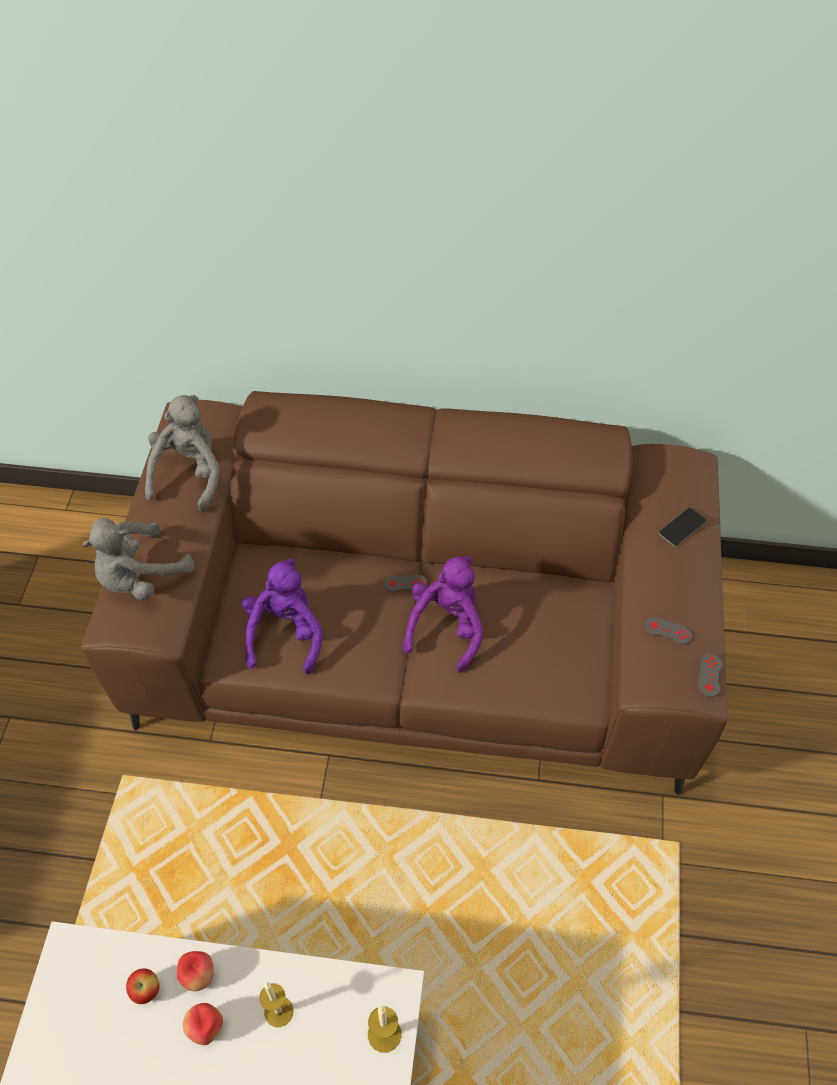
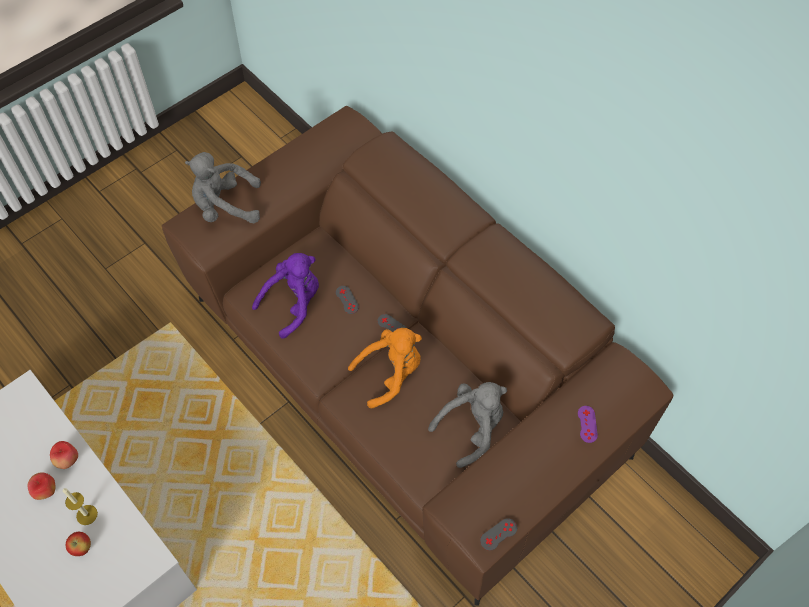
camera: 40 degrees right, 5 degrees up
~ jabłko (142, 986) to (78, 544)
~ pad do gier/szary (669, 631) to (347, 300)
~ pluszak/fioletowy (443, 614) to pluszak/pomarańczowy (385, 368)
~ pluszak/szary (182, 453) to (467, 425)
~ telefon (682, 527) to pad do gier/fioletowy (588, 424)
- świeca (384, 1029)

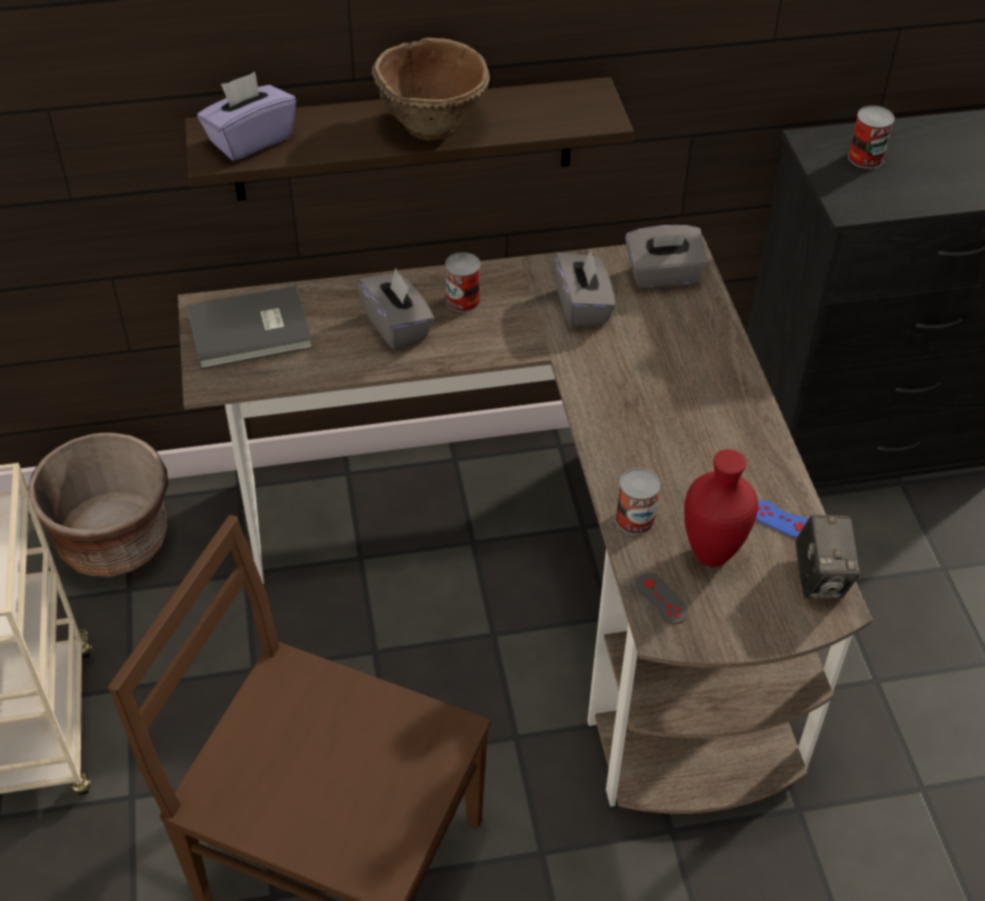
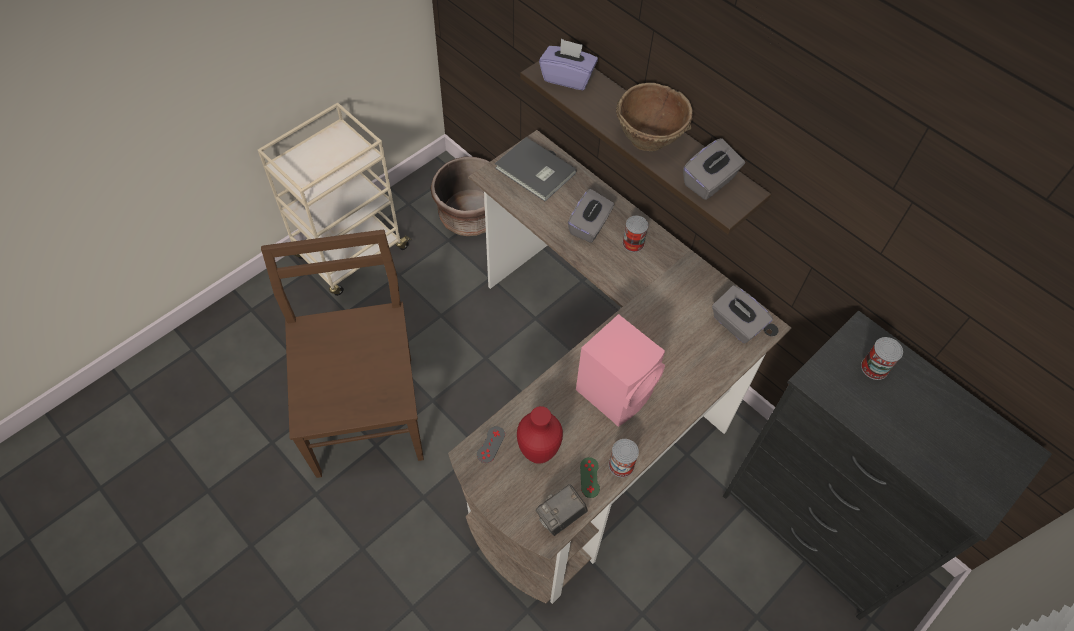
camera: 55 degrees right, 10 degrees up
+ głośnik/różowy (620, 370)
~ pad do gier/niebieski (782, 519) to pad do gier/zielony (590, 477)
~ puszka (638, 501) to (624, 458)
~ pudełko chusteczek/szary (584, 288) to (714, 169)

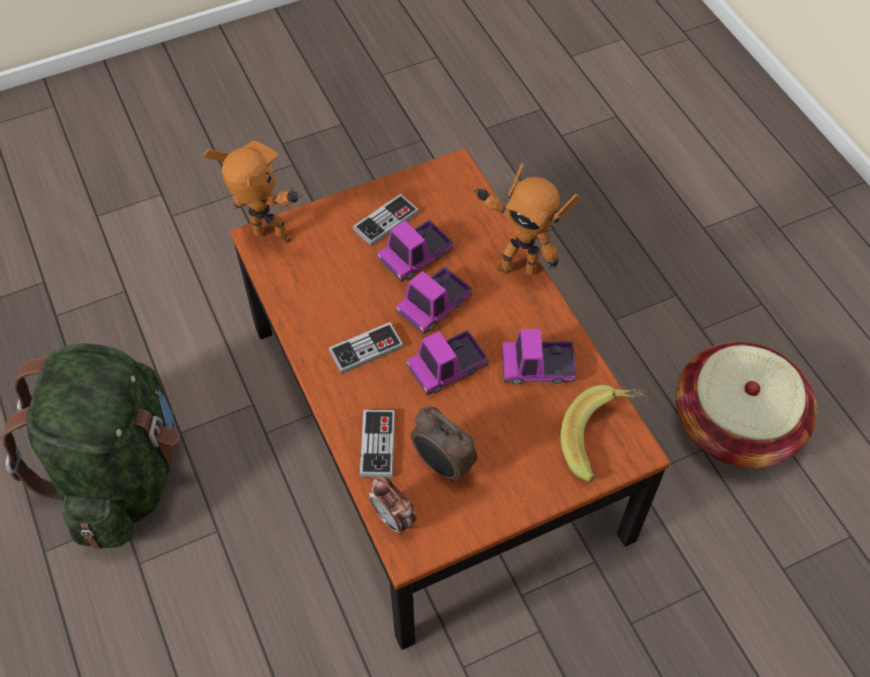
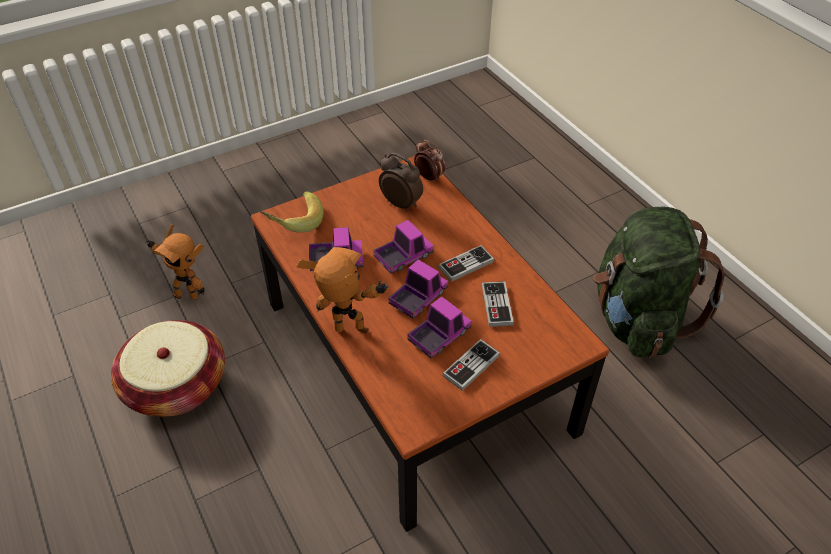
camera: 175 degrees right, 10 degrees down
~ robot zabawkowy (253, 192) to (175, 262)
~ pad do gier (377, 444) to (498, 304)

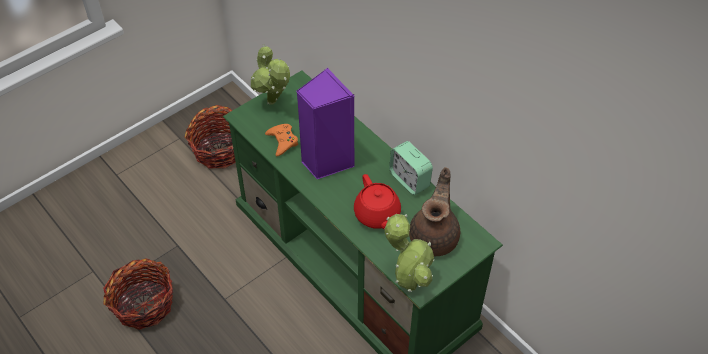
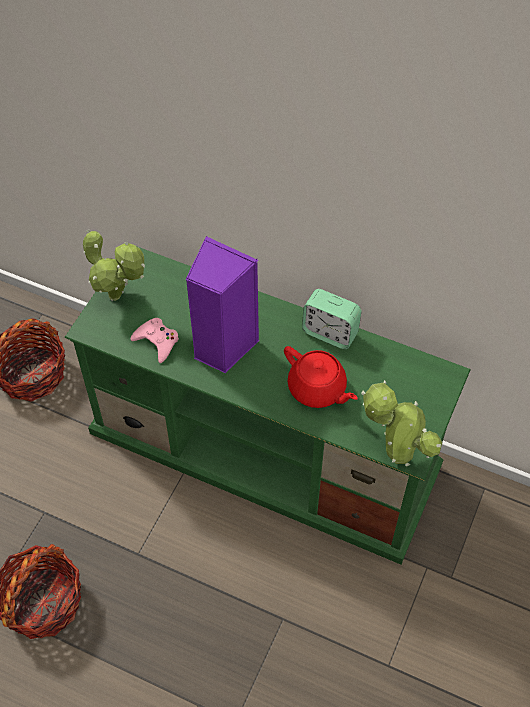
camera: 25 degrees left, 5 degrees up
~ pad do gier/pomarańczowy (281, 140) to pad do gier/różowy (155, 340)
- imbryk/brązowy (434, 211)

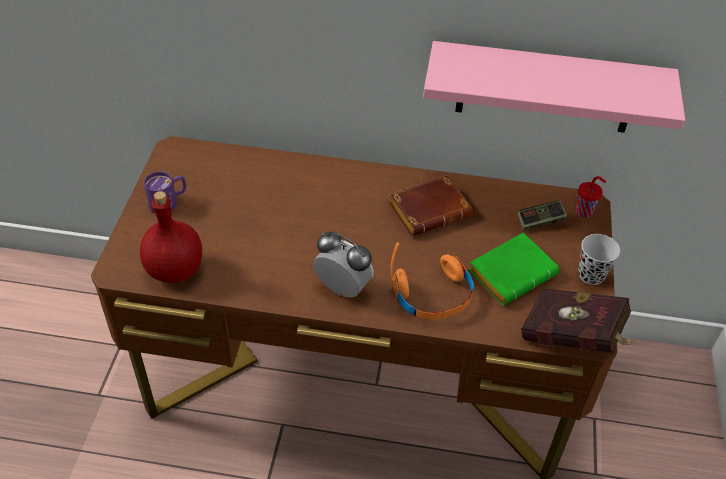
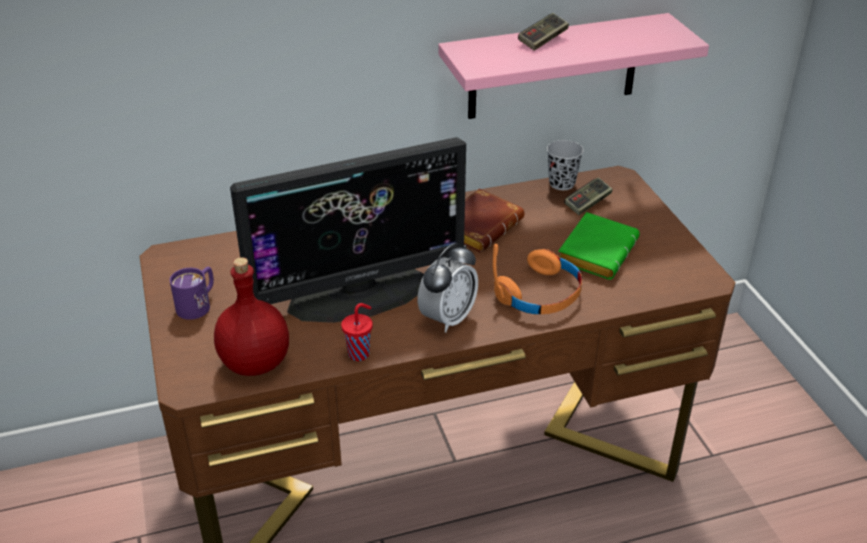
camera: 25 degrees left, 10 degrees down
+ monitor (348, 230)
~ filiżanka/czerwony (591, 197) to (357, 332)
~ budzik (343, 265) = (448, 288) 120 degrees clockwise
+ pad do gier (543, 32)
~ filiżanka/czarny (599, 259) to (565, 165)
- książka/czerwony (578, 320)

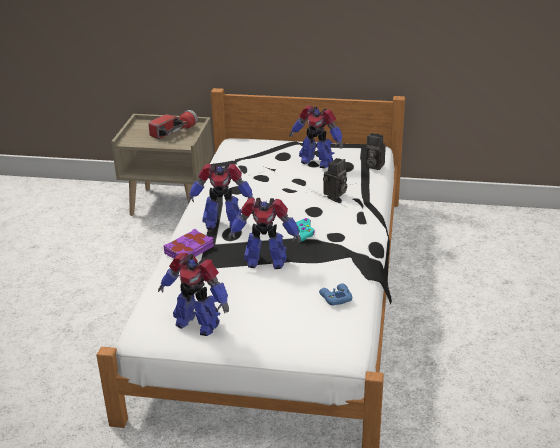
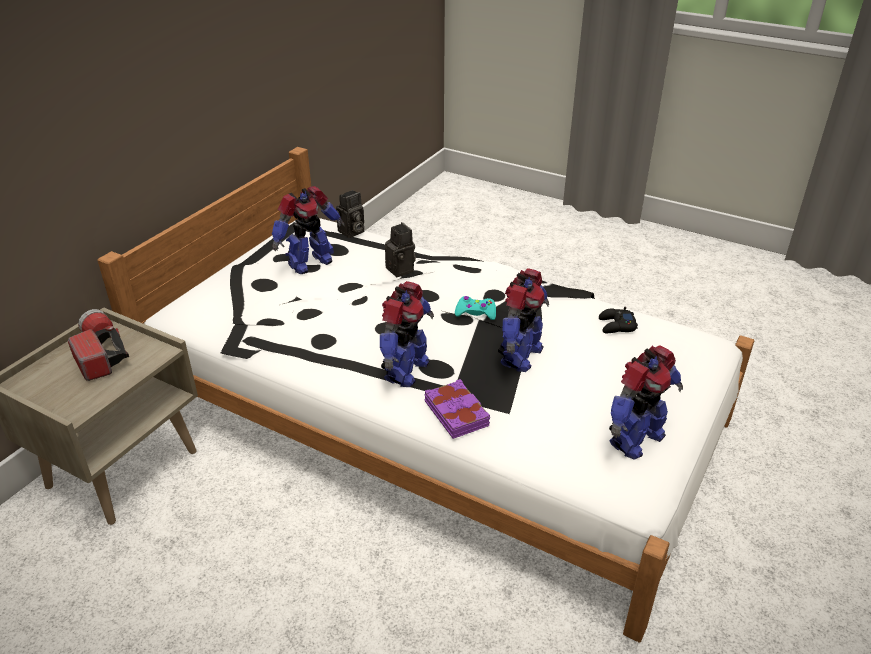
camera: 70 degrees left, 5 degrees up
~ pad do gier/niebieski (335, 295) to pad do gier/czarny (618, 320)

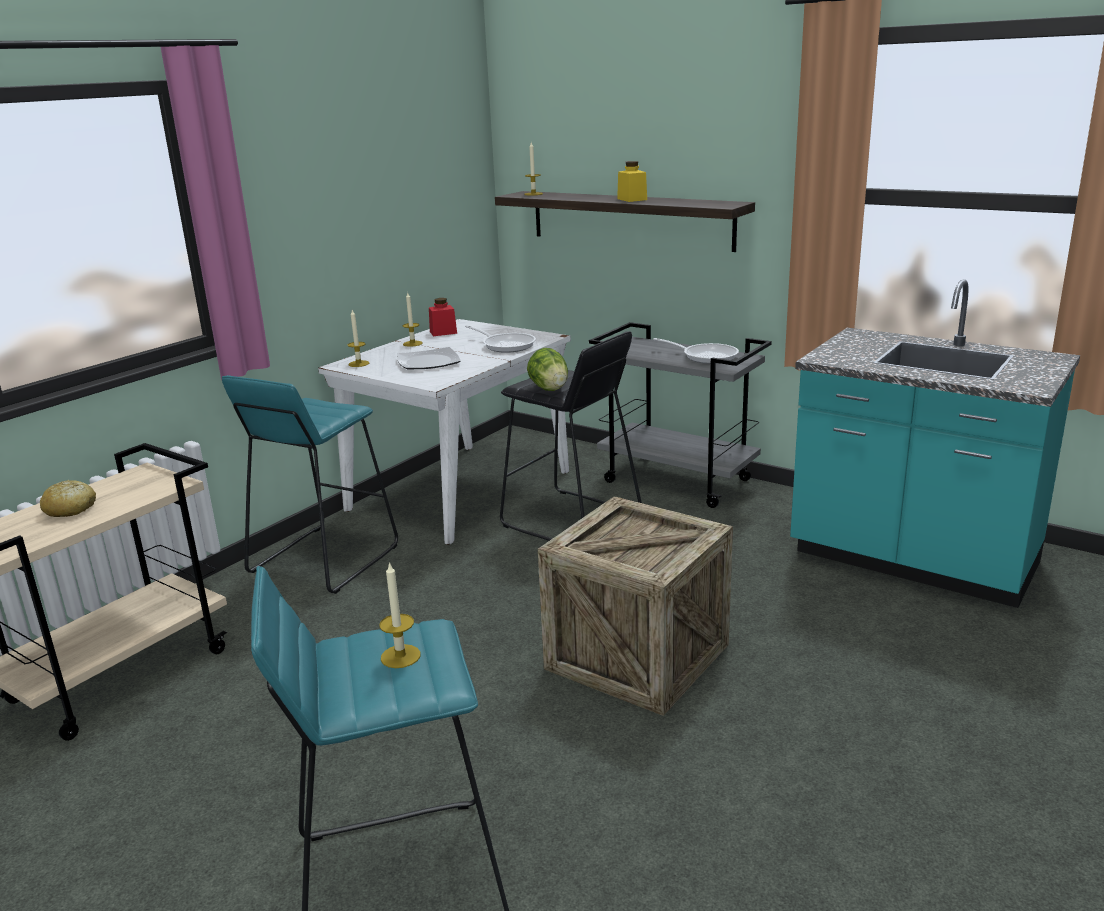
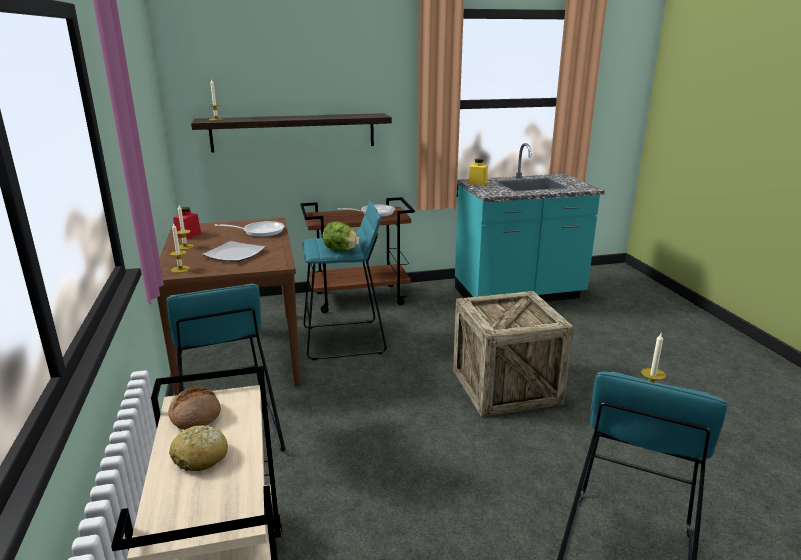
camera: 50 degrees left, 0 degrees up
~ stół jadalny/biały (444, 432) to stół jadalny/brązowy (228, 307)
+ chleb (194, 408)
~ wózek/szary (680, 415) to wózek/brązowy (357, 255)
~ stołek/czarny (571, 436) to stołek/turkusowy (344, 280)
~ słoik/żółty (632, 181) to (478, 172)

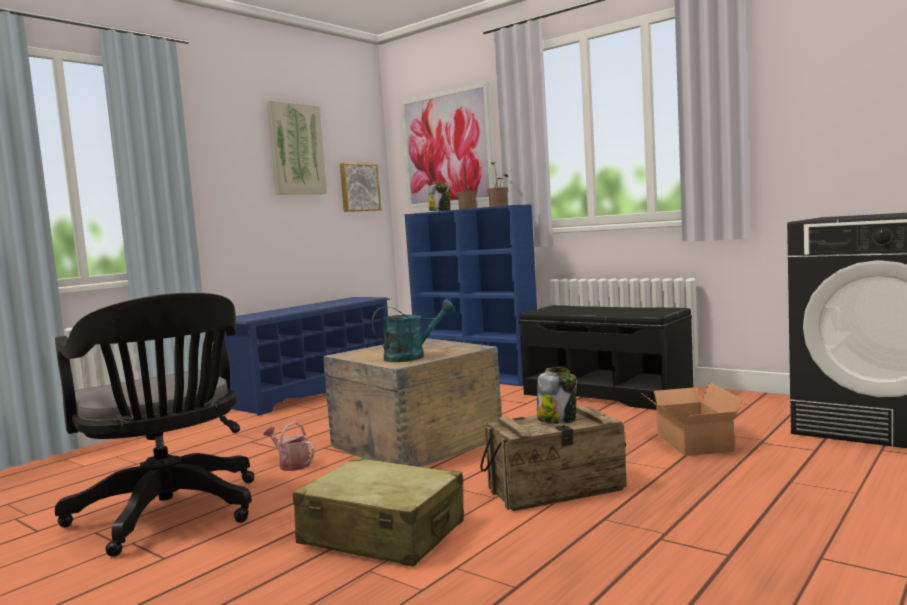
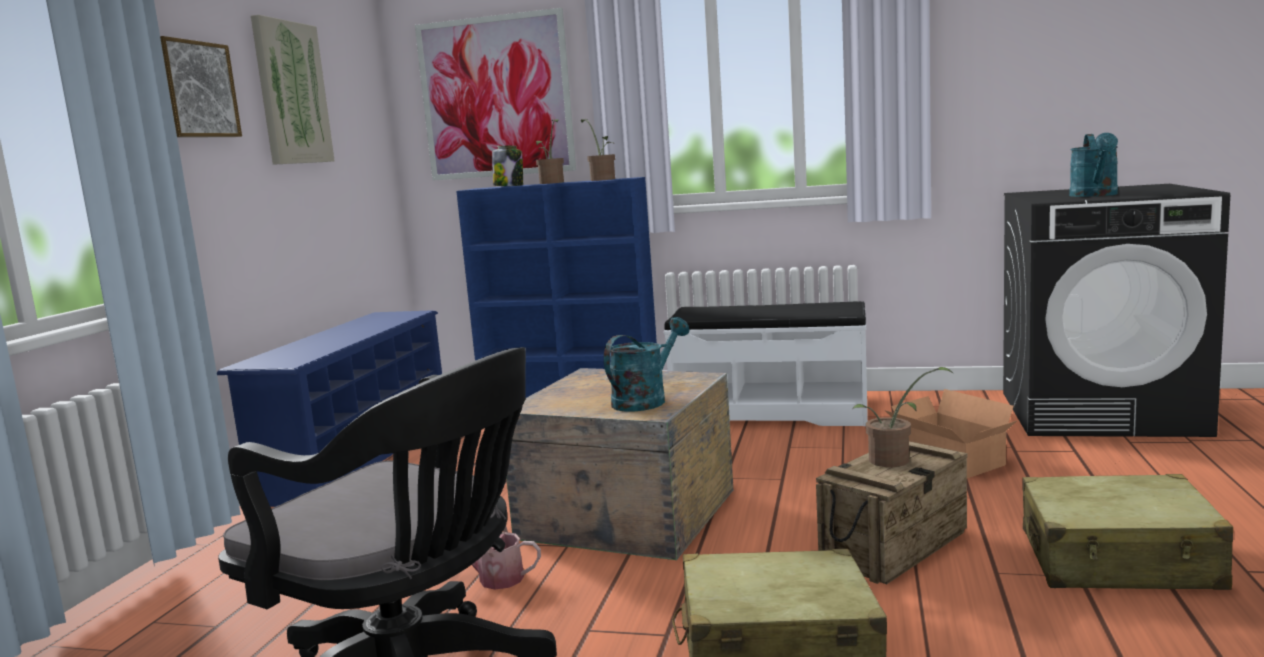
camera: 25 degrees left, 5 degrees up
~ obraz (360, 187) to (201, 86)
~ ławka/czarny (606, 357) to ławka/biały (766, 363)
~ słoik (557, 395) to roślina doniczkowa (903, 417)
+ walizka/beżowy (1127, 532)
+ konewka/turkusowy (1093, 165)

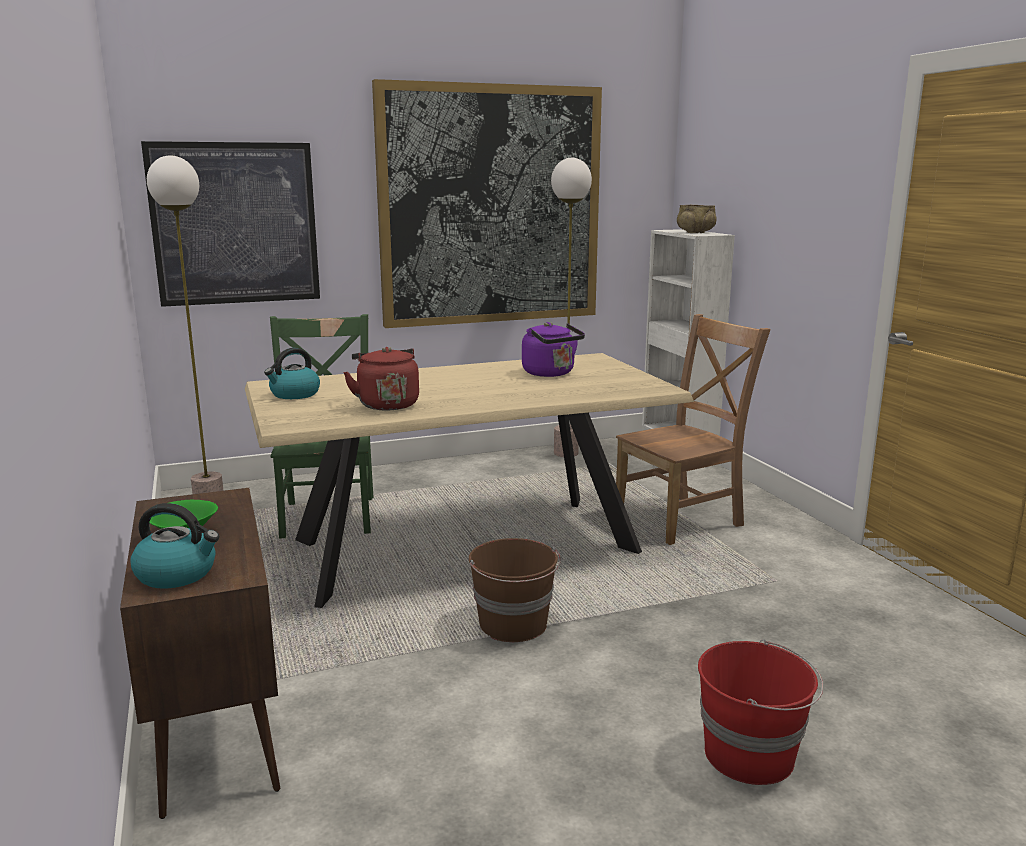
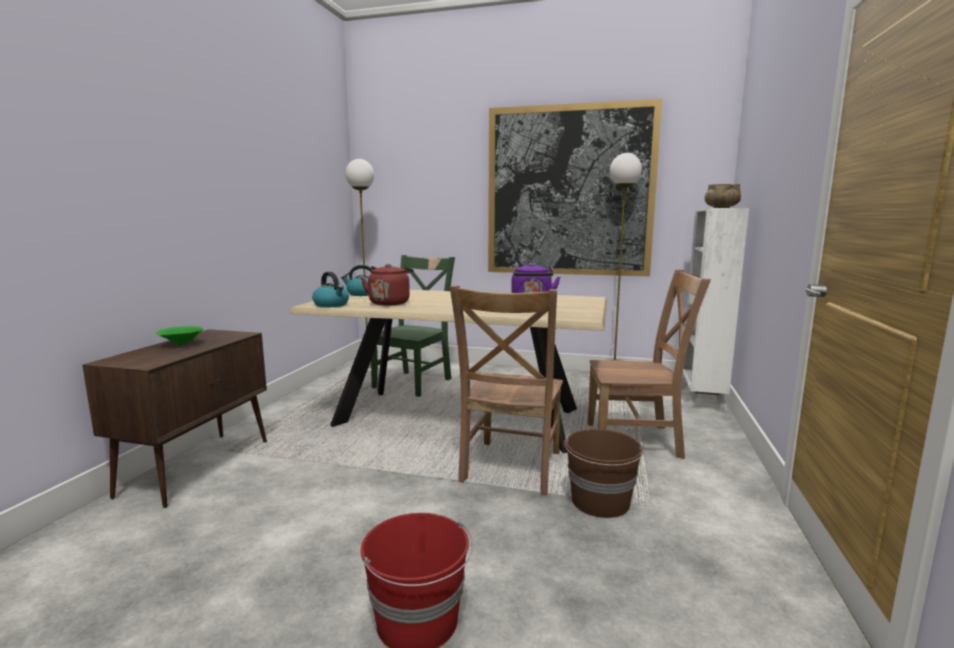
camera: 35 degrees right, 5 degrees down
~ czajnik (174, 546) to (330, 289)
+ krzesło/brązowy (506, 390)
~ wiadro/brązowy (515, 590) to (604, 473)
- obraz (230, 224)

